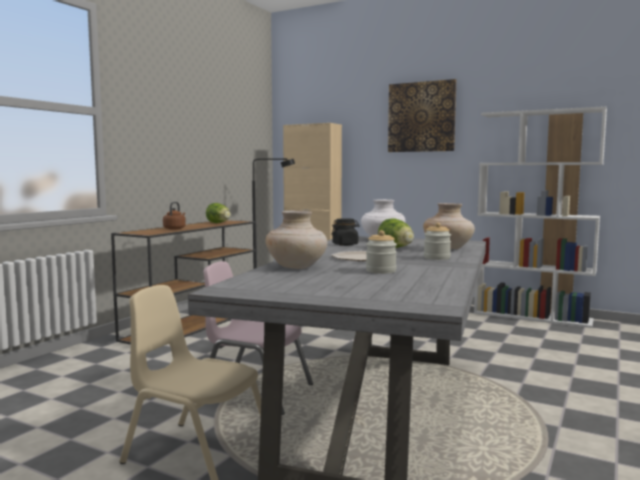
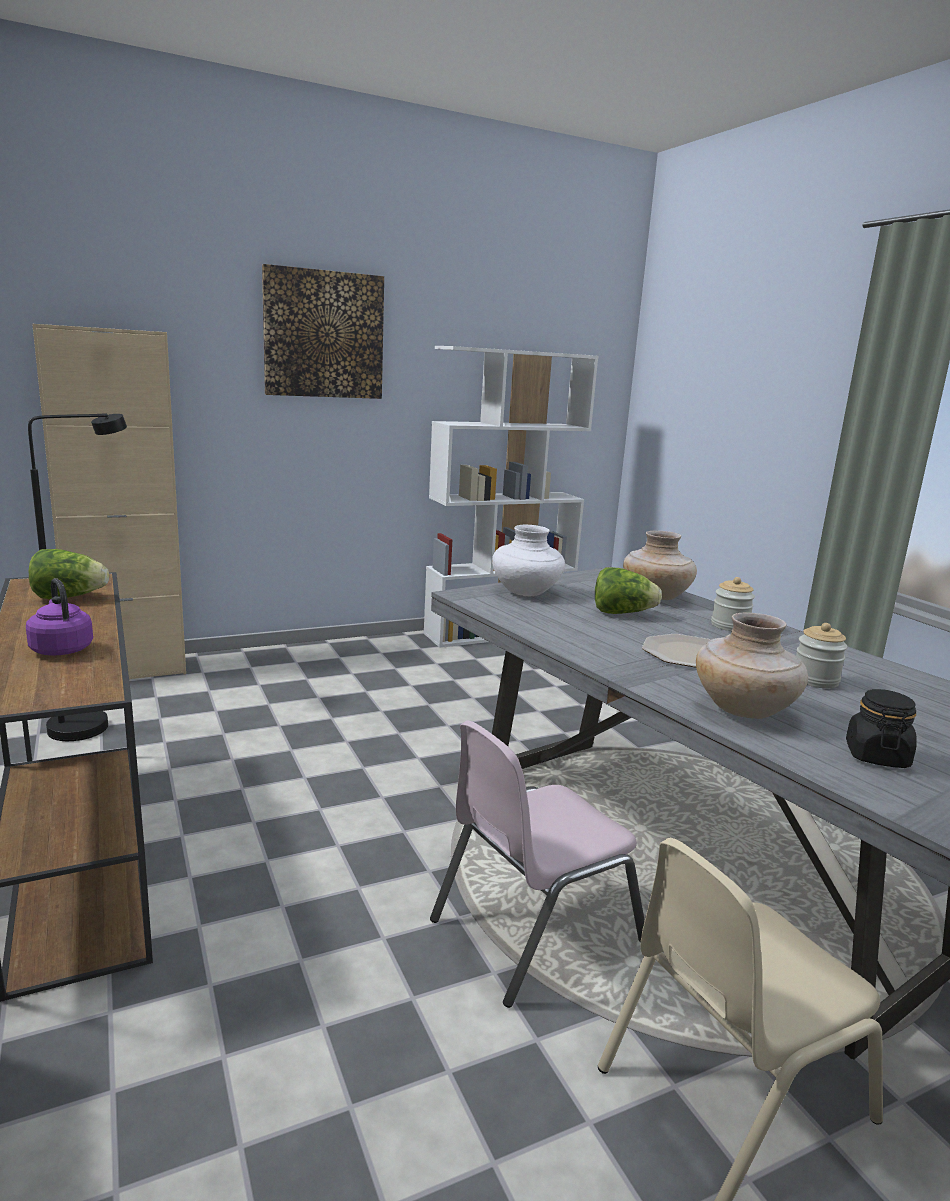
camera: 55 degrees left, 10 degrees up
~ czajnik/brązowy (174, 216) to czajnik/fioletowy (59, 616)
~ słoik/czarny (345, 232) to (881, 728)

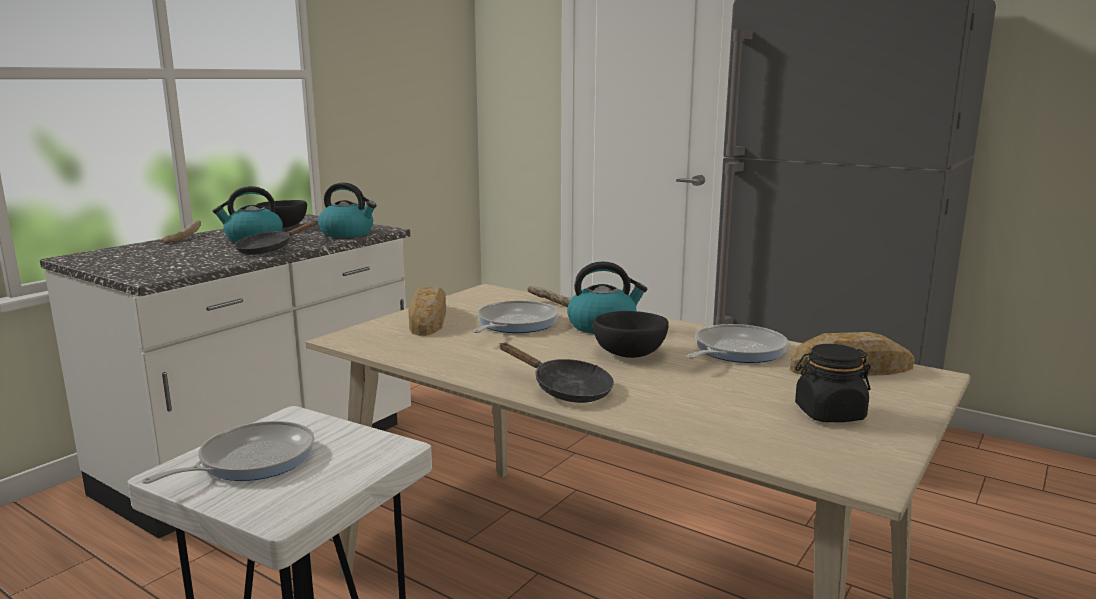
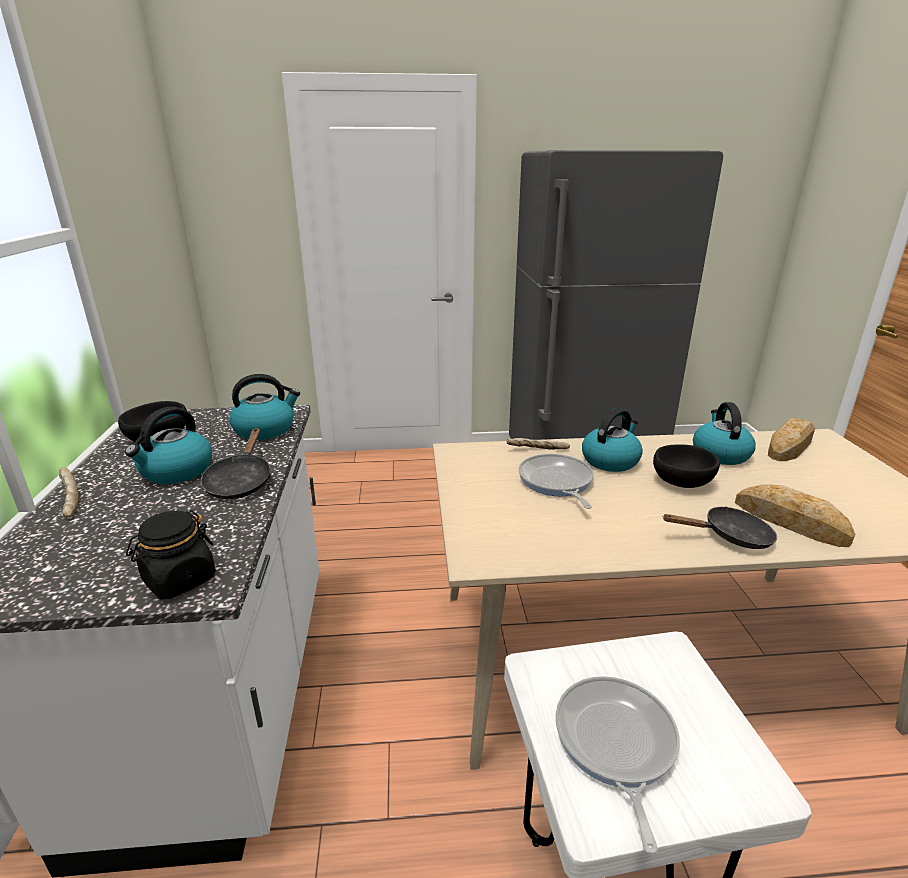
camera: 40 degrees left, 10 degrees up
~ słoik/czarny (833, 383) to (171, 554)
~ patelnia (737, 343) to czajnik (724, 433)
~ chleb (427, 311) to (795, 515)

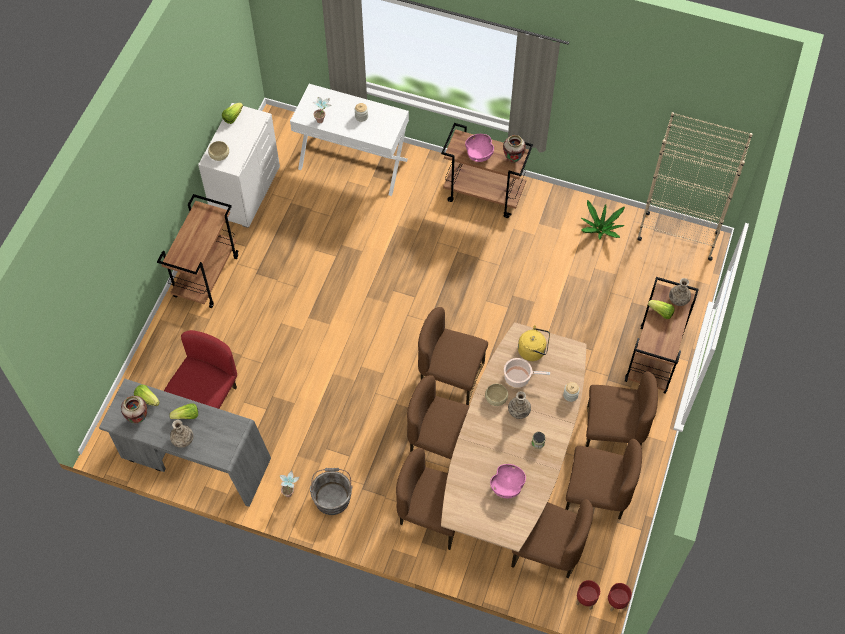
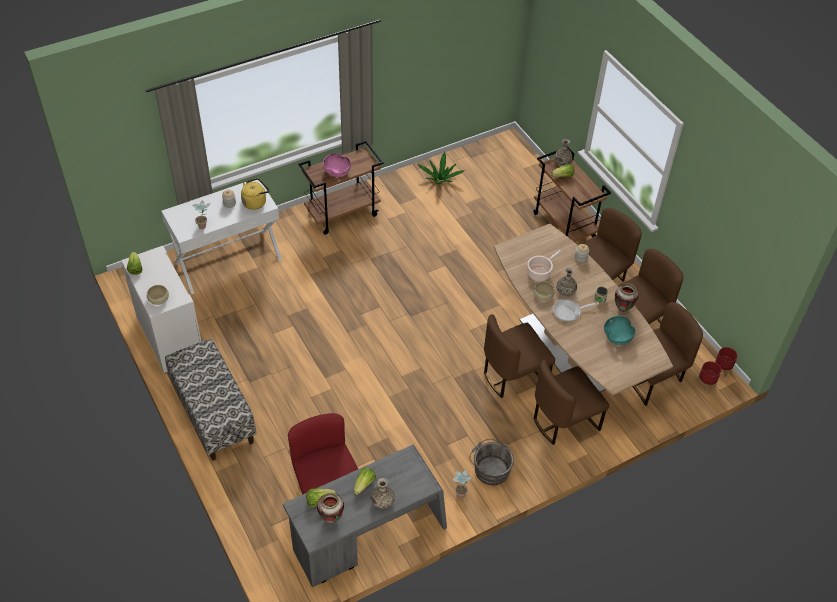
camera: 50 degrees left, 10 degrees down
~ wózek/brązowy (197, 251) to ławka (211, 400)
~ czajnik/żółty (534, 343) to (255, 194)
+ patelnia (576, 310)
~ miska/różowy (508, 481) to miska/turkusowy (620, 330)
~ wazon (514, 149) to (626, 297)
- krzesło/brązowy (453, 356)
- regał/beżowy (695, 186)

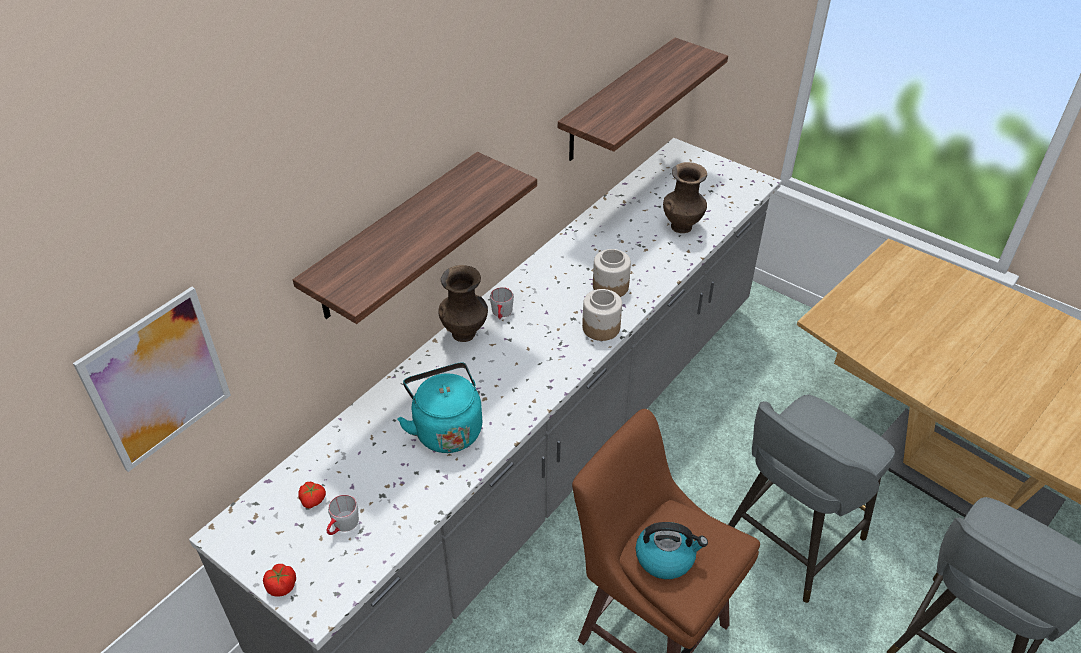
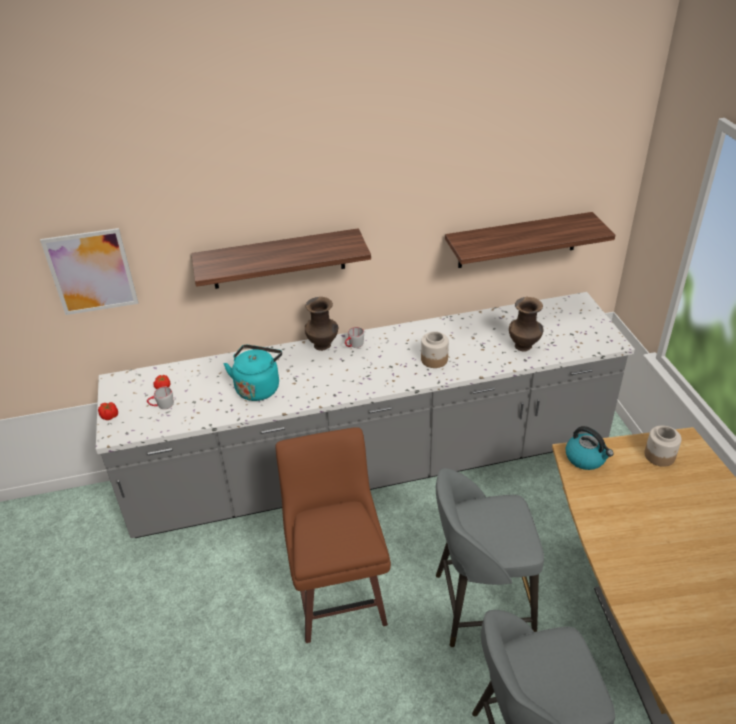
camera: 40 degrees right, 5 degrees down
~ czajnik (672, 550) to (590, 448)
~ słoik (602, 315) to (663, 446)

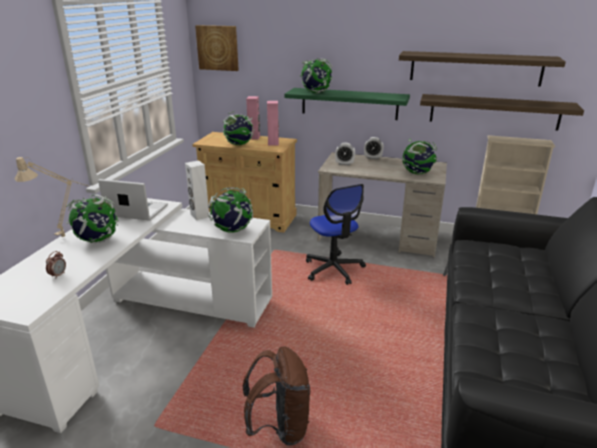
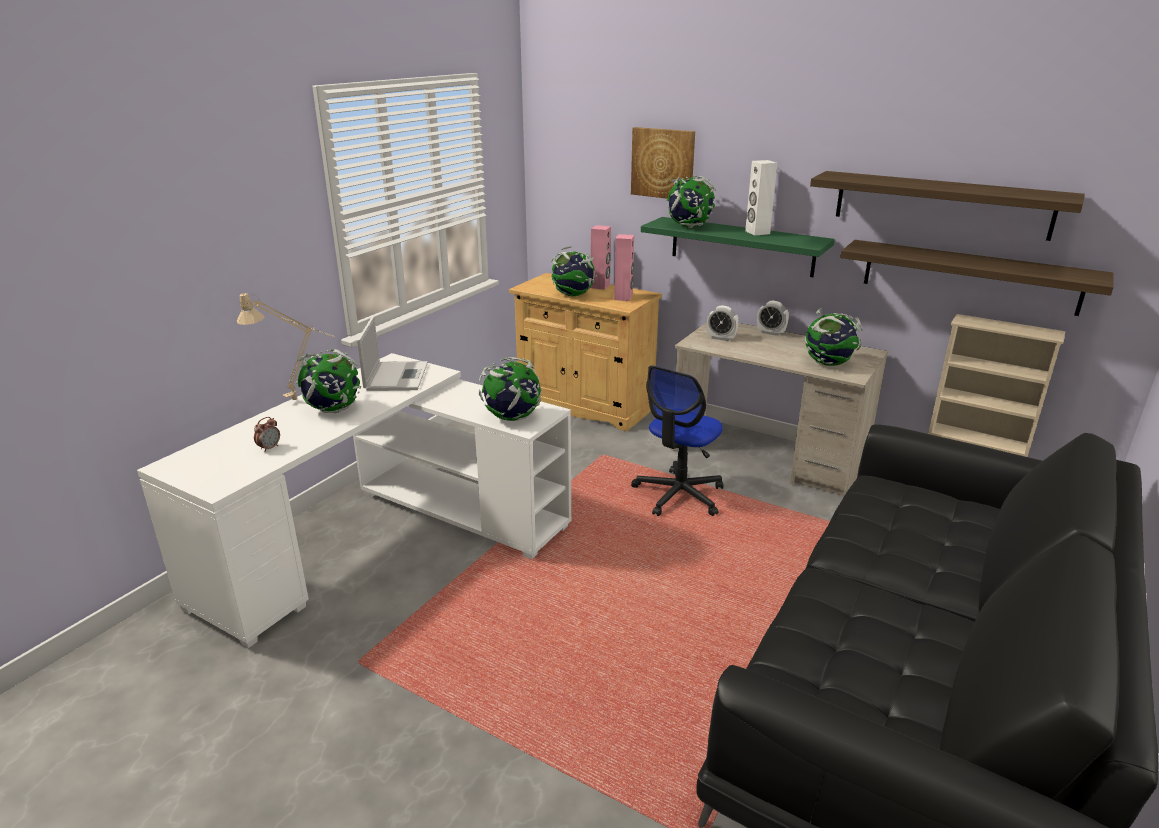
camera: 15 degrees right, 0 degrees up
~ laptop (133, 200) = (392, 354) 60 degrees clockwise
~ obraz (217, 48) to (663, 163)
~ krzesło biurowe (336, 234) = (677, 440) 45 degrees clockwise
~ głośnik/biały (197, 190) to (761, 198)
- plecak/brązowy (276, 395)

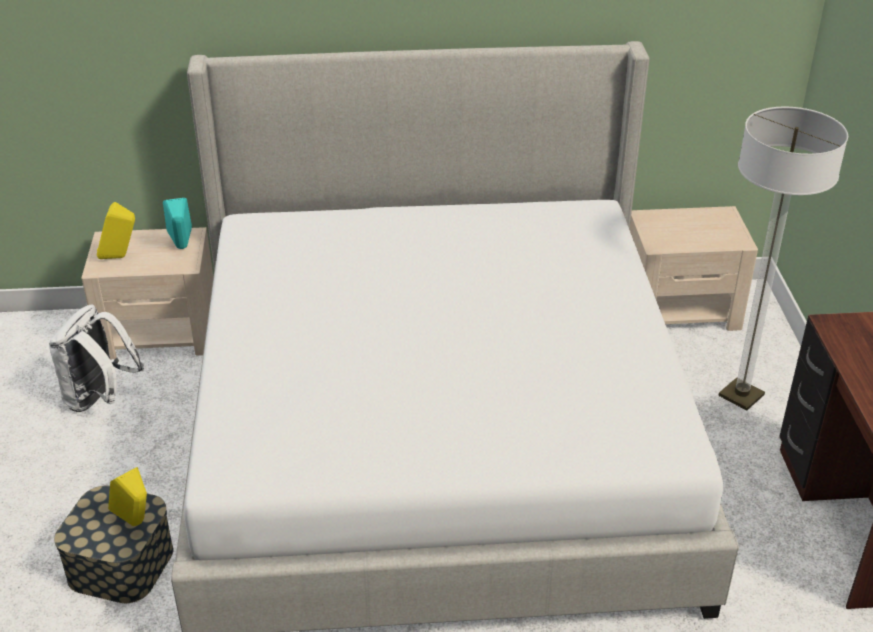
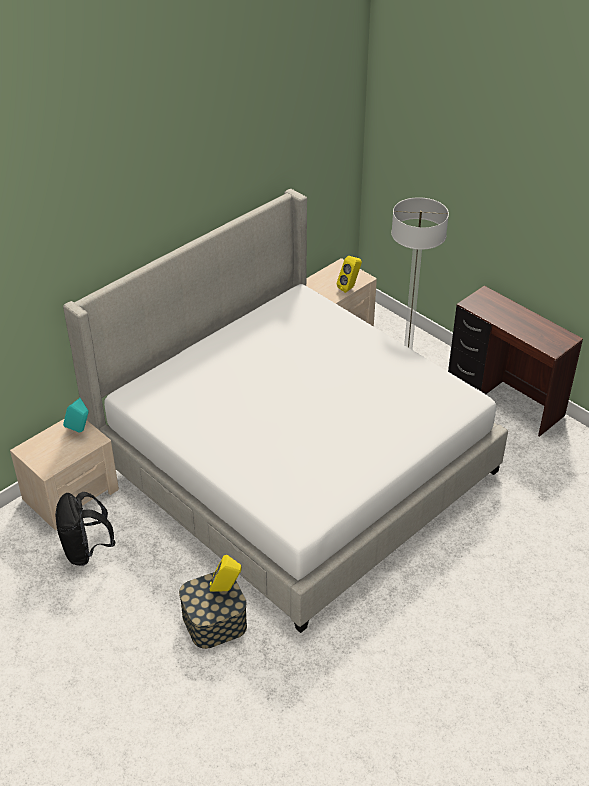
camera: 40 degrees left, 5 degrees up
~ plecak/biały (96, 358) to plecak/czarny (85, 529)
~ głośnik/żółty (116, 230) to (349, 274)

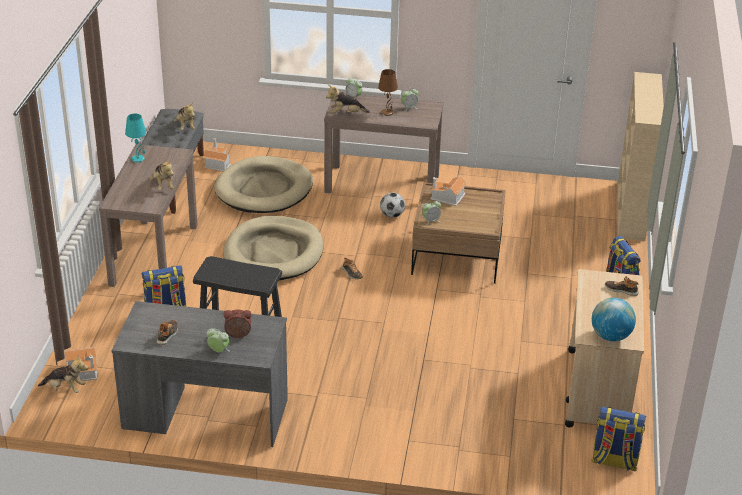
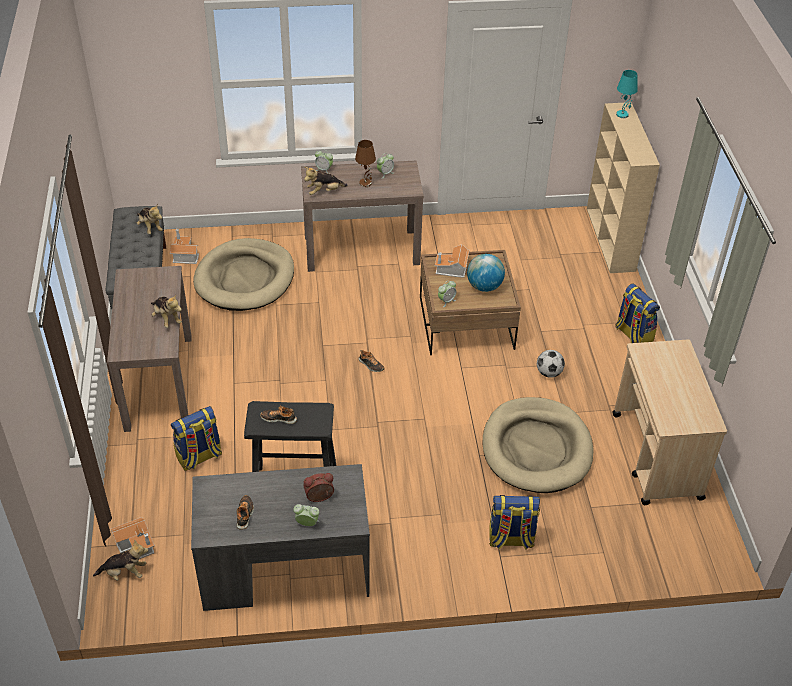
camera: 15 degrees left, 10 degrees up
~ but (622, 286) to (278, 414)
~ globus (614, 319) to (486, 273)
~ legowisko/beżowy (273, 248) to (538, 445)
~ plecak (619, 439) to (514, 522)
~ piłka futbolowa (392, 205) to (551, 364)
~ lampa stołowa/turkusowy (135, 138) to (627, 94)

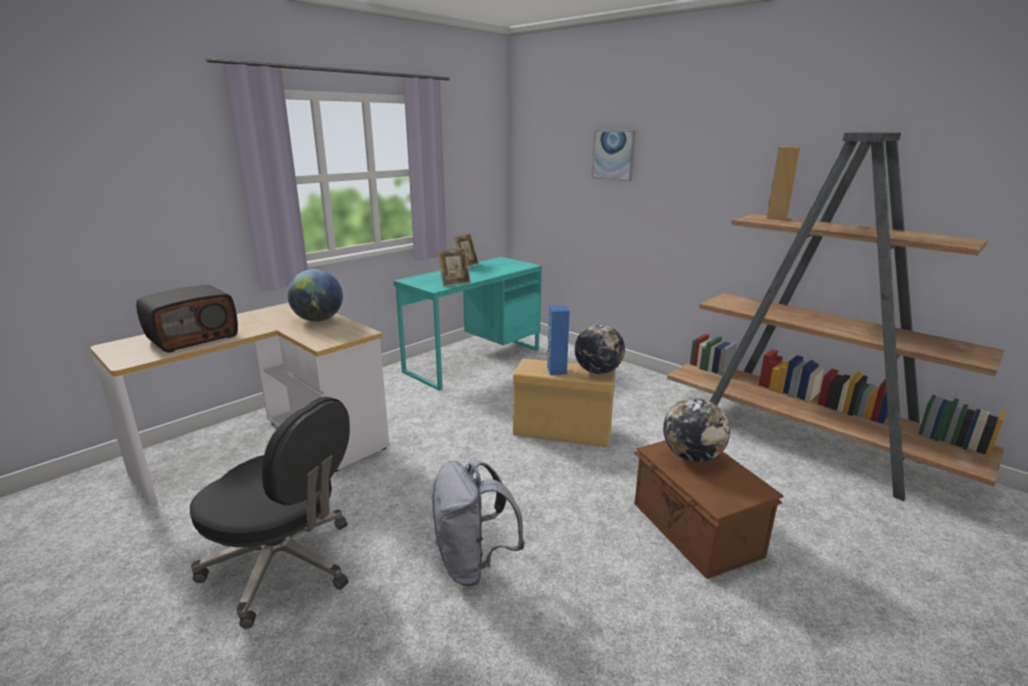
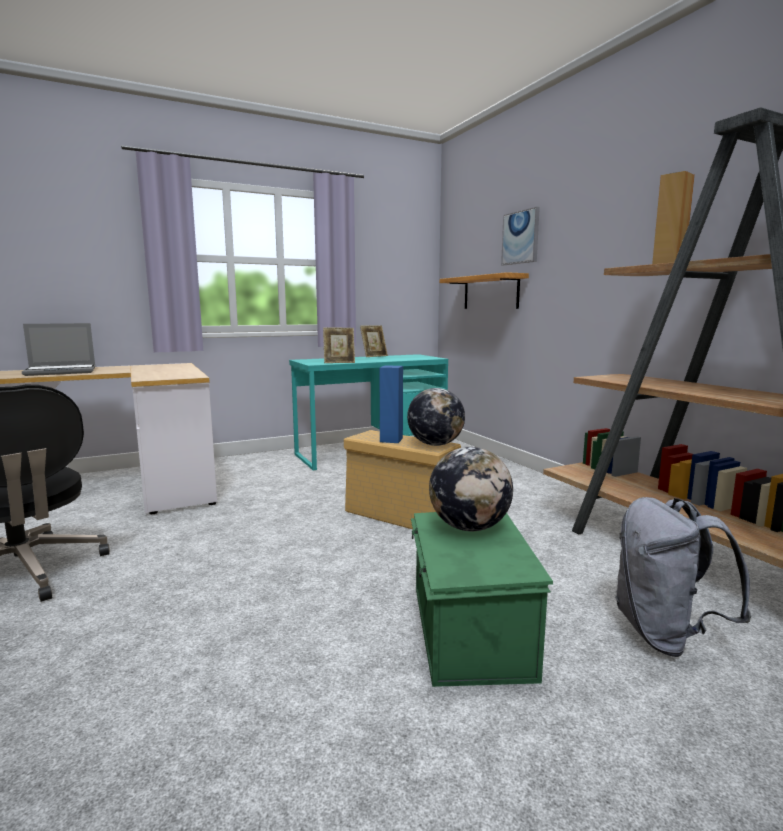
camera: 20 degrees right, 10 degrees down
~ radio (187, 319) to laptop (58, 349)
~ pojemnik do przechowywania/brązowy (708, 509) to pojemnik do przechowywania/zielony (482, 599)
+ półka (484, 290)
~ plecak/szary (478, 522) to (683, 577)
- globus (315, 295)

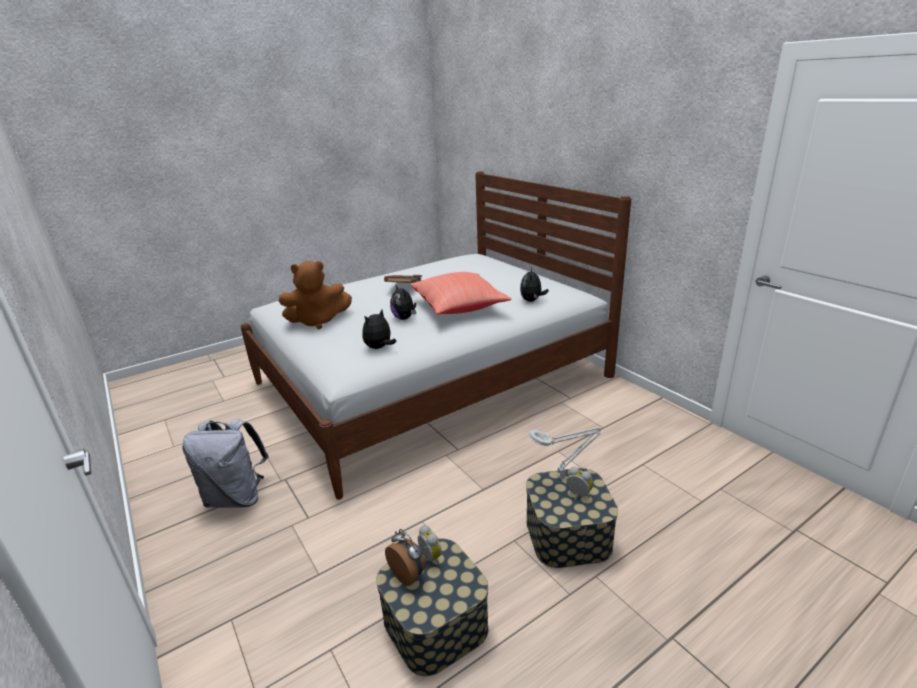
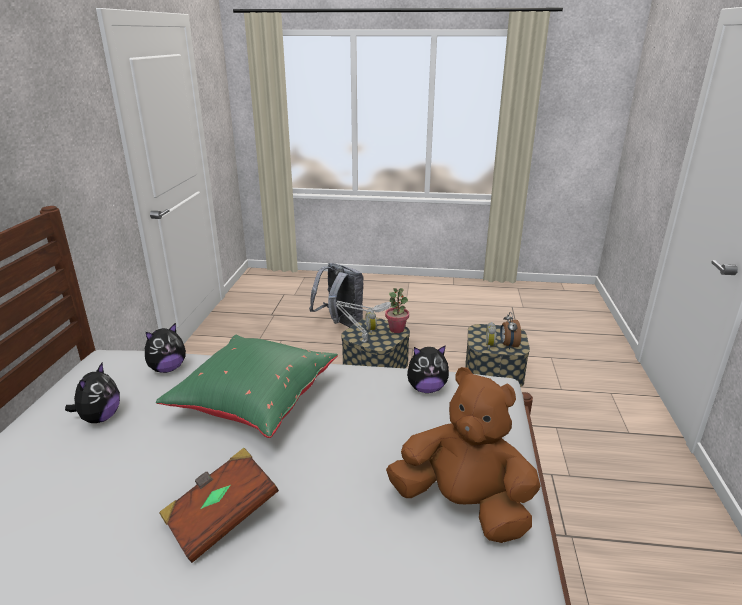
camera: 140 degrees left, 0 degrees up
~ pluszak (403, 302) to (92, 393)
~ poduszka/czerwony (461, 293) to poduszka/zielony (247, 386)
~ plecak/szary (225, 463) to (336, 295)
+ roślina doniczkowa (397, 310)

